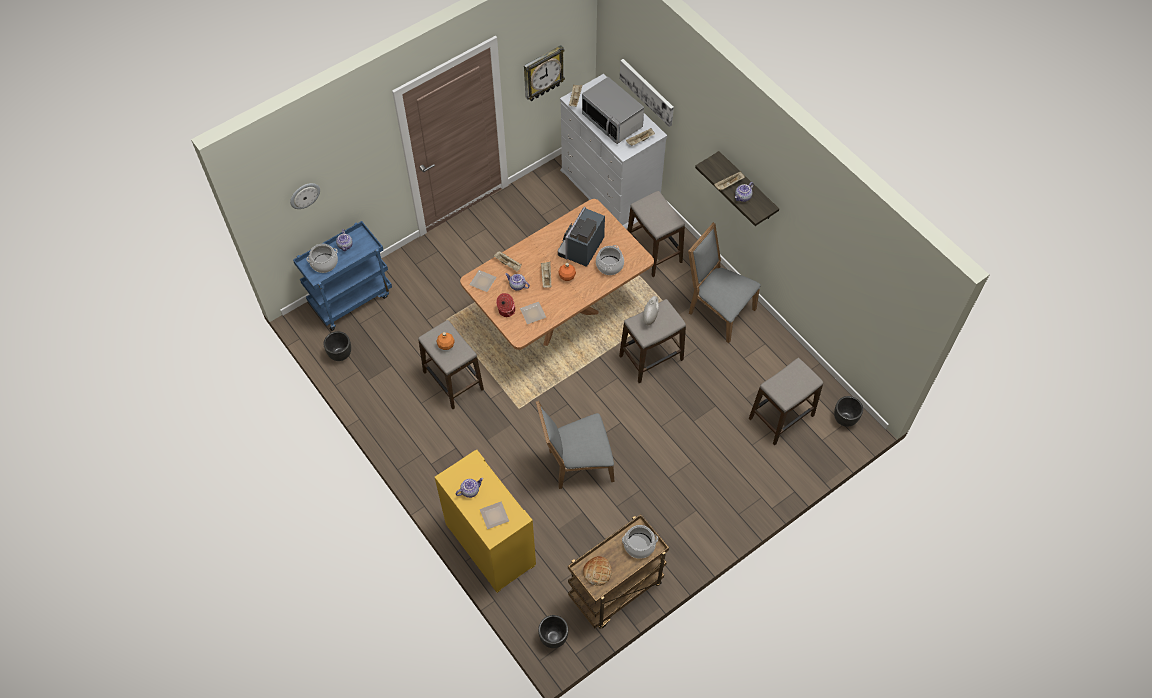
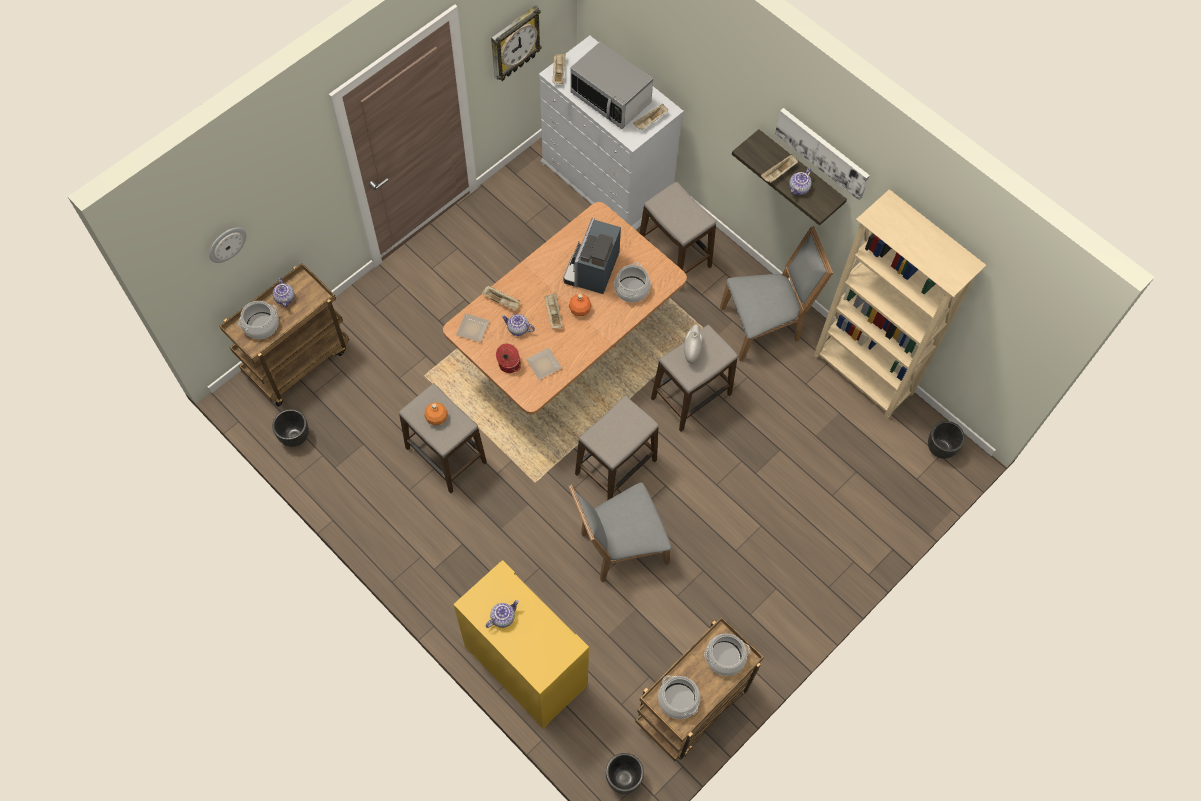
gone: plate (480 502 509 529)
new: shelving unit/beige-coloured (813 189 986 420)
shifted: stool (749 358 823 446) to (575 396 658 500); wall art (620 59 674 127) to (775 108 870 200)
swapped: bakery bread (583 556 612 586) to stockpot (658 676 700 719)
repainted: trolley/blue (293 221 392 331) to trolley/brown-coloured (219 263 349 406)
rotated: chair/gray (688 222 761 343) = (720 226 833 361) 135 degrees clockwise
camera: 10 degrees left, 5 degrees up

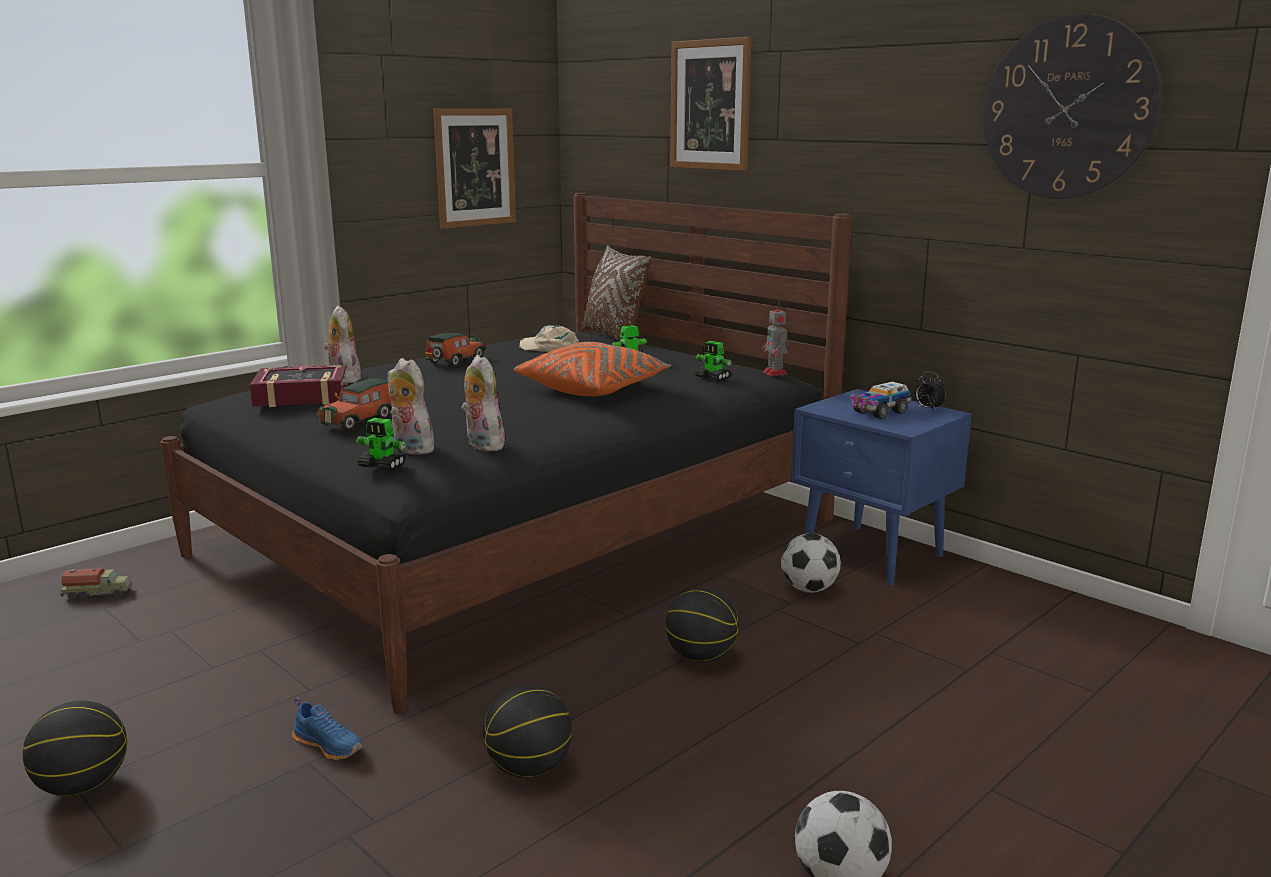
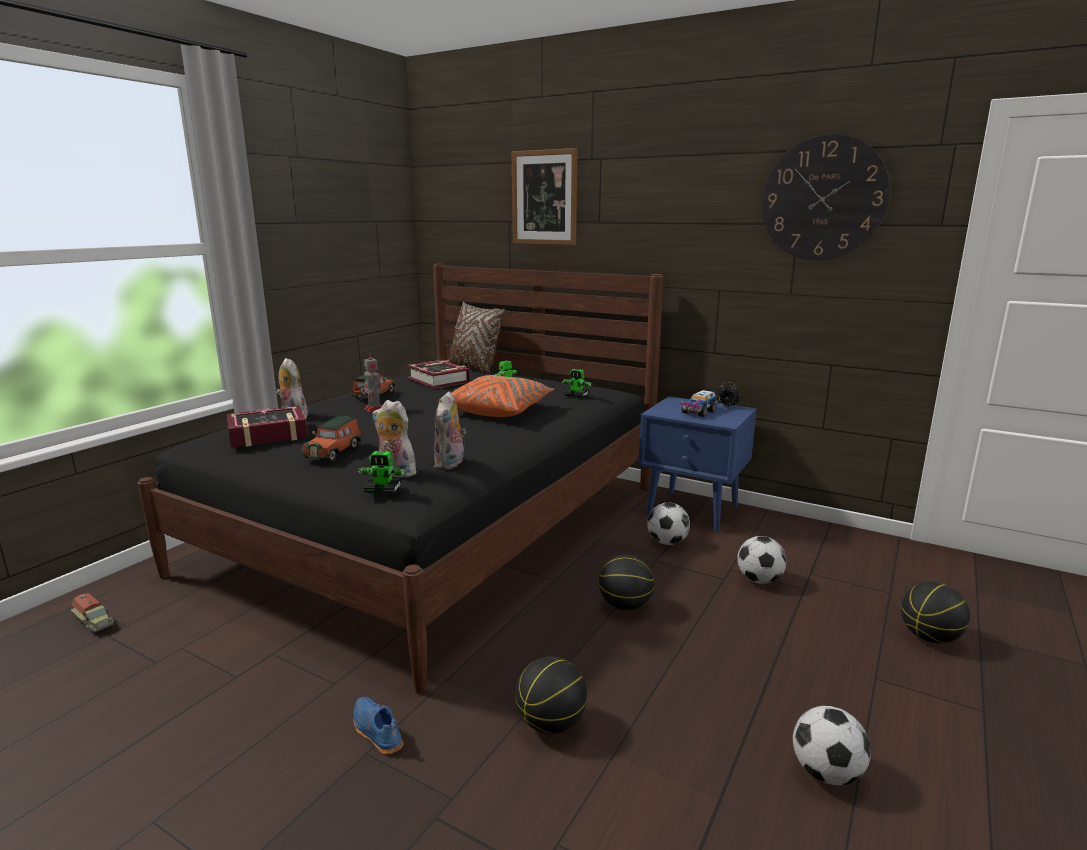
gone: wall art (433 109 516 229)
new: football ball (737 536 787 584)
shifted: robot figure (762 302 788 376) to (362 353 382 412); ball for basketball (23 701 127 796) to (901 582 970 643)
swapped: baseball cap/beige-coloured (519 325 579 352) to bound book (407 360 470 389)
rotated: model truck (60 568 132 599) = (71 593 114 634) 60 degrees clockwise; shoe/blue (292 698 363 760) = (353 697 404 754) 150 degrees counterclockwise; soft toy (461 355 505 451) = (434 391 466 470) 120 degrees counterclockwise
camera: 15 degrees left, 0 degrees up

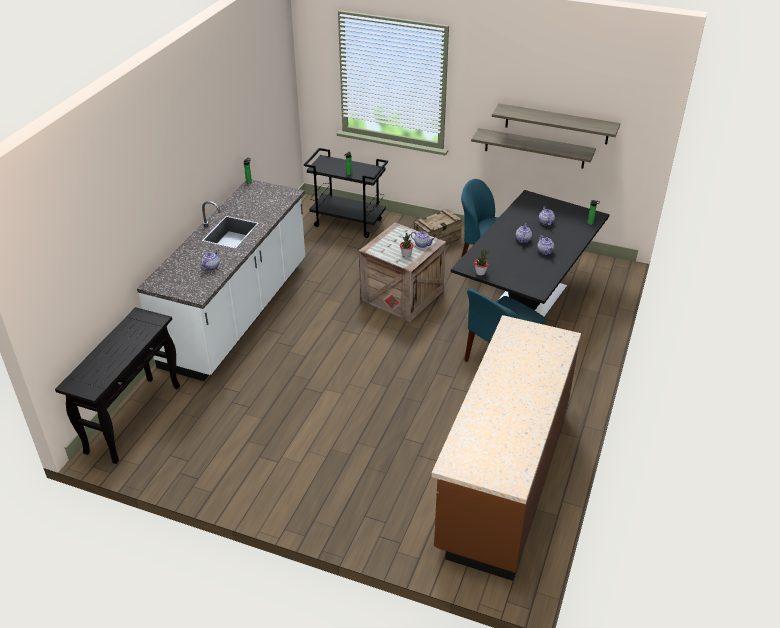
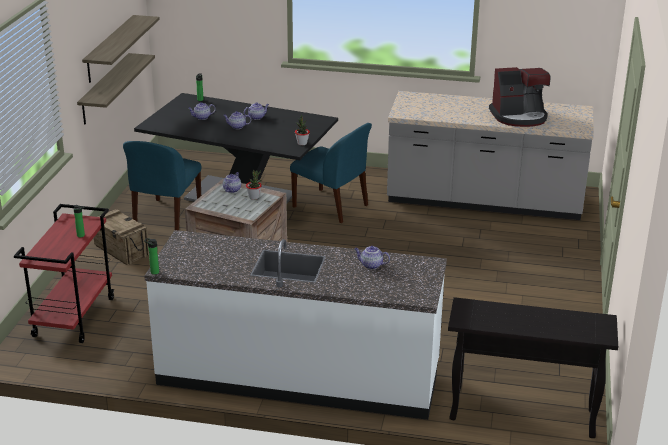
new: coffee machine (489 67 551 127)
repainted: trolley/blackish (304 148 388 238) to trolley/reddish (14 204 114 343); counter/brown-coloured (431 315 581 581) to counter/gray (387 91 594 220)
camera: 100 degrees left, 10 degrees down

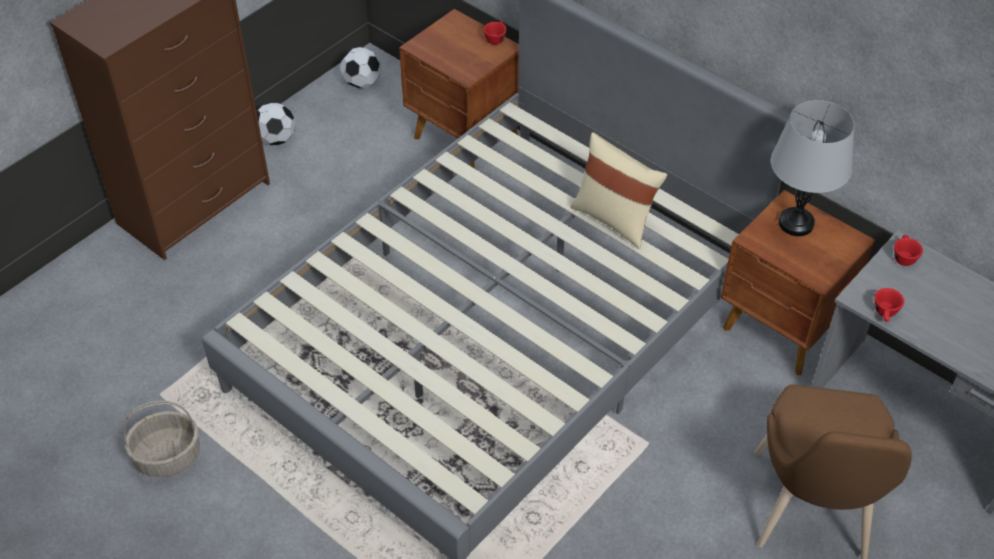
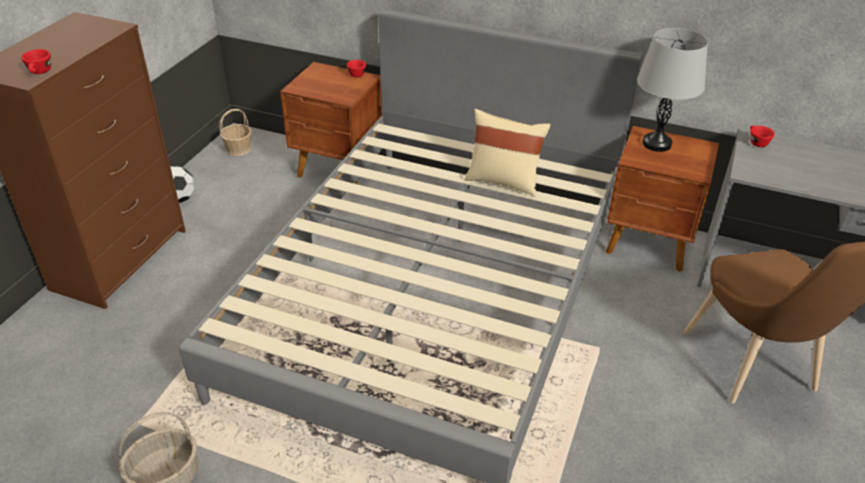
shifted: small cup/reddish (874 288 904 322) to (21 49 51 74)
swapped: football ball (340 47 382 89) to basket (219 109 251 156)
camera: 20 degrees left, 10 degrees down

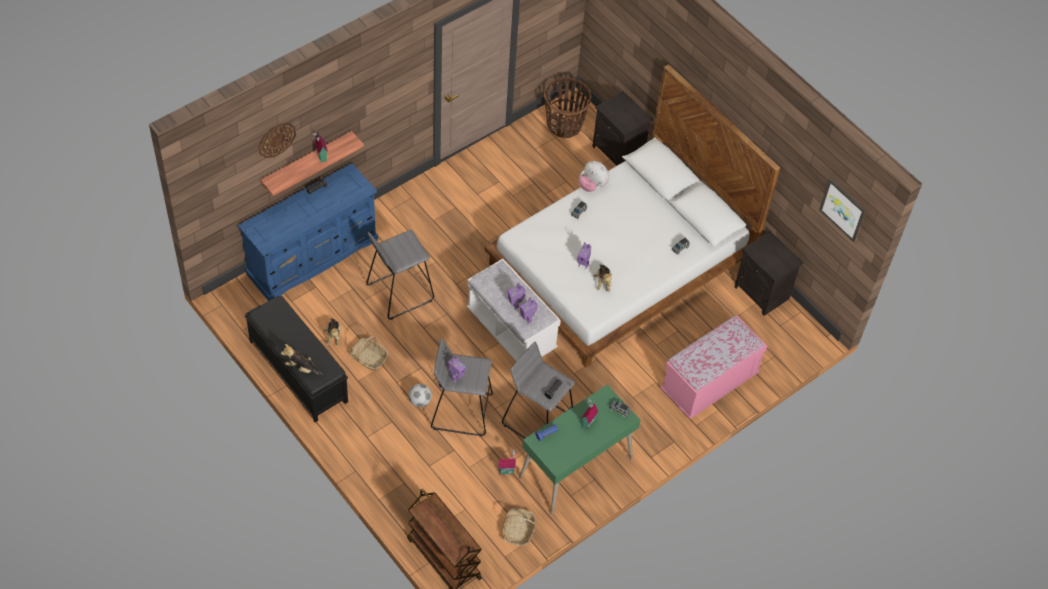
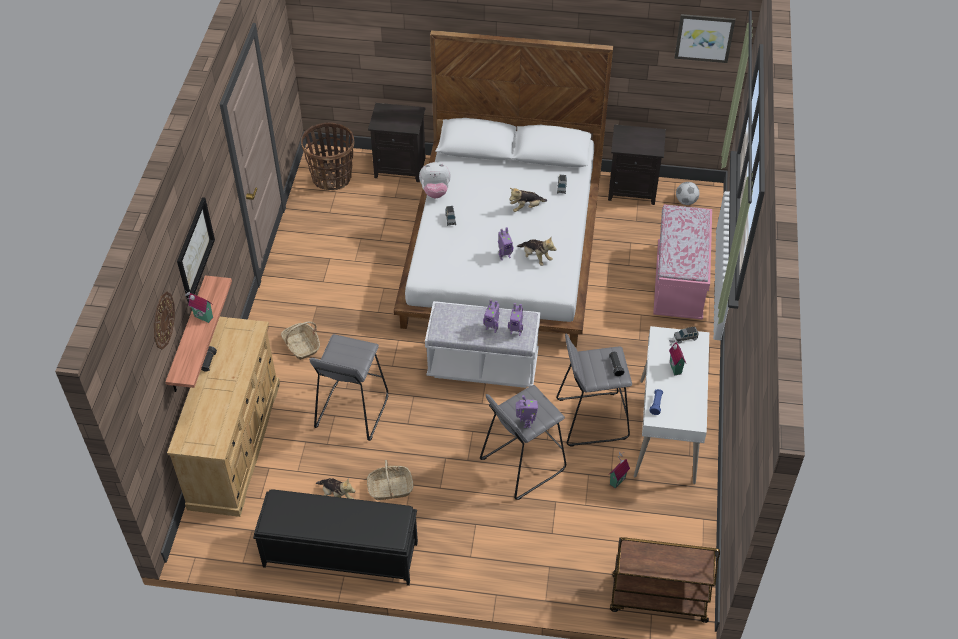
new: wall art (177 197 215 303)
shifted: basket (503 508 536 546) to (281 321 320 360); soft toy (281 344 323 375) to (509 188 547 212); football ball (408 384 432 407) to (676 182 700 205)
repainted: chest of drawers/blue (238 163 378 301) to chest of drawers/beige-coloured (167 317 280 517); desk/green (519 384 640 515) to desk/white-coloured (634 326 709 484)
camera: 40 degrees left, 5 degrees down

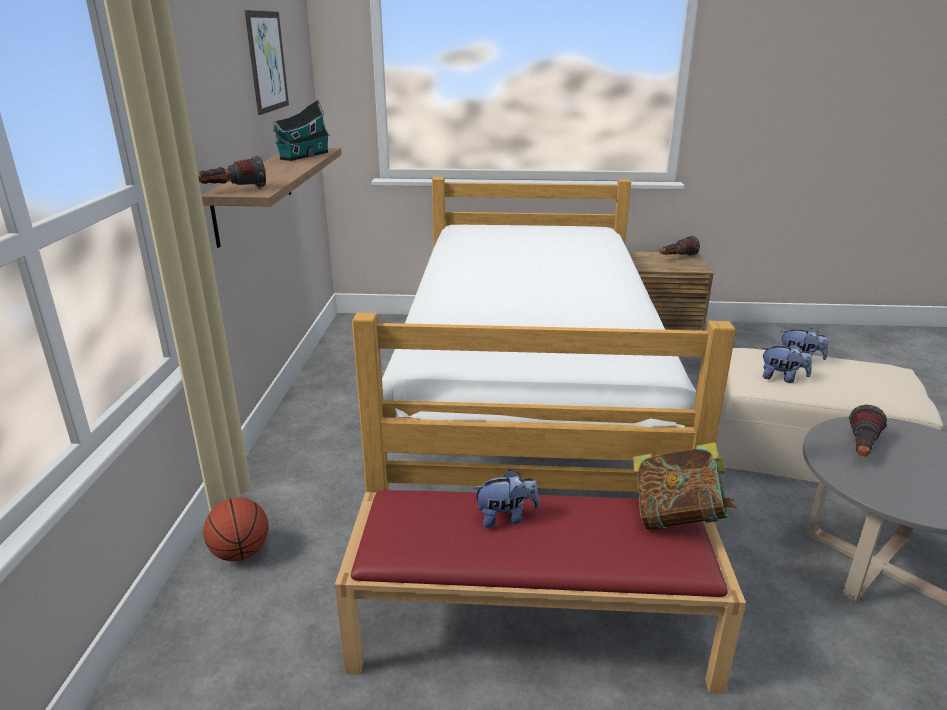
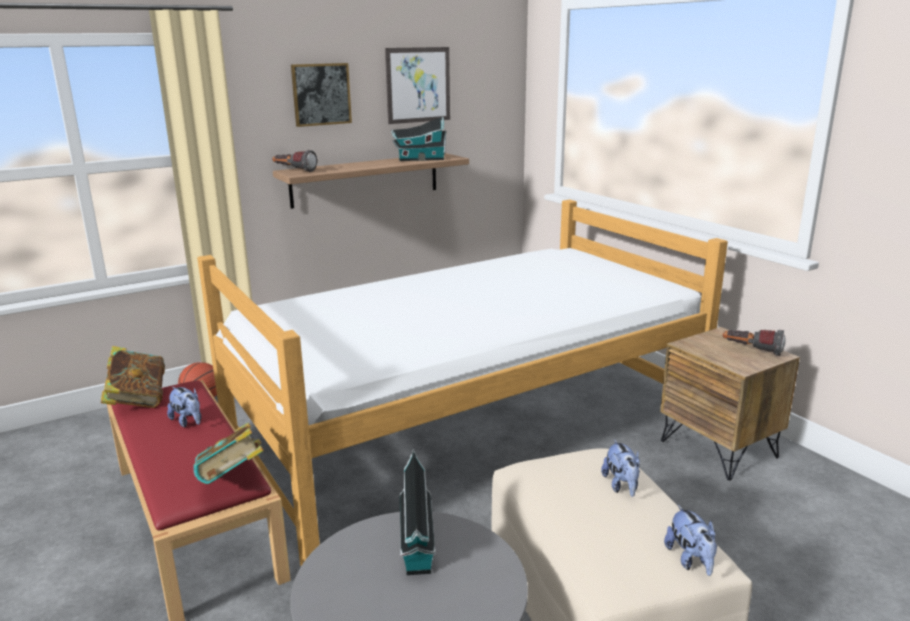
new: bound book (100 346 165 408); wall art (291 63 352 127)
shifted: soft toy (763 344 812 383) to (664 505 717 576)
swapped: flashlight (849 405 887 456) to model house (399 449 436 575)
camera: 55 degrees right, 5 degrees down

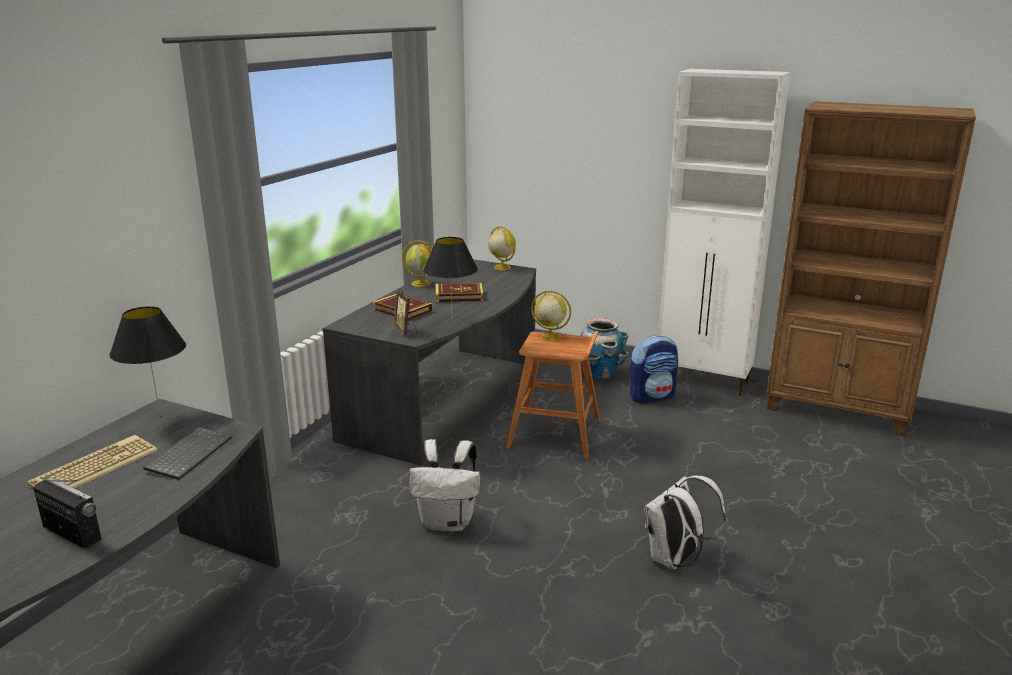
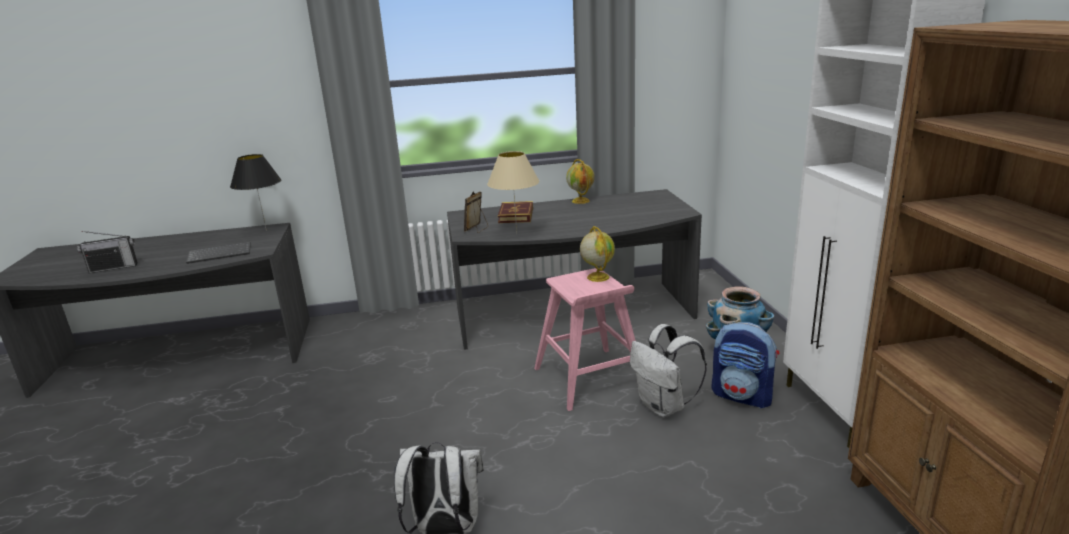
gone: PC keyboard (27 435 157 488); bound book (435 283 483 302); world globe (488 226 516 270)
shifted: backpack/white-coloured (409 439 480 531) to (630 324 707 417)
repainted: tabletop lamp/blackish (423 237 478 315) to tabletop lamp/beige-coloured (487 151 540 234); stool/brown-coloured (506 331 600 458) to stool/pinkish (534 268 636 411)
rotated: radio (33 477 102 548) = (77 231 138 273) 75 degrees clockwise
camera: 55 degrees right, 0 degrees up

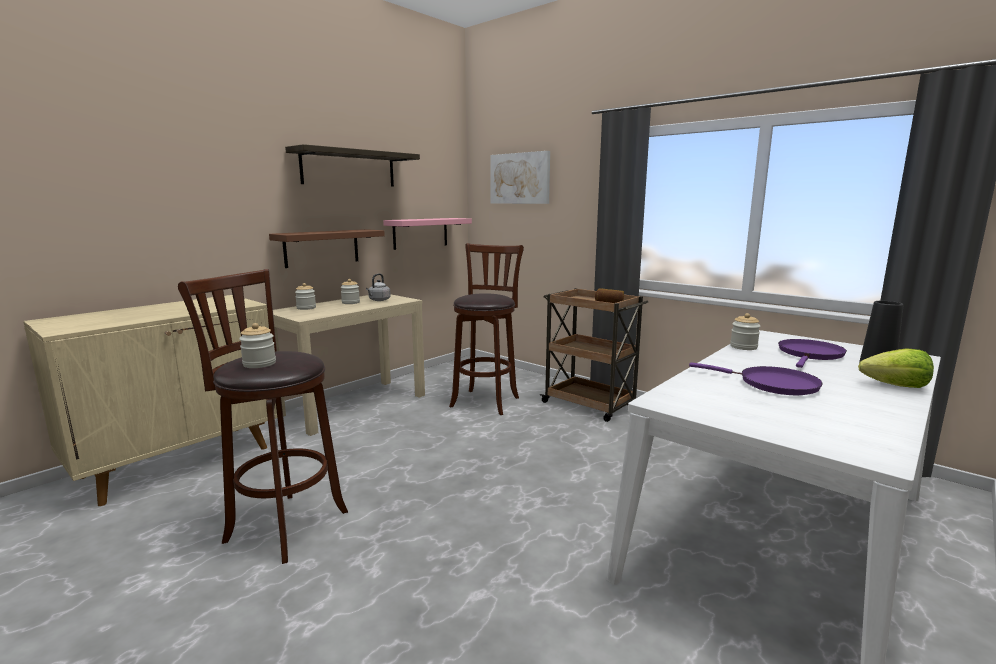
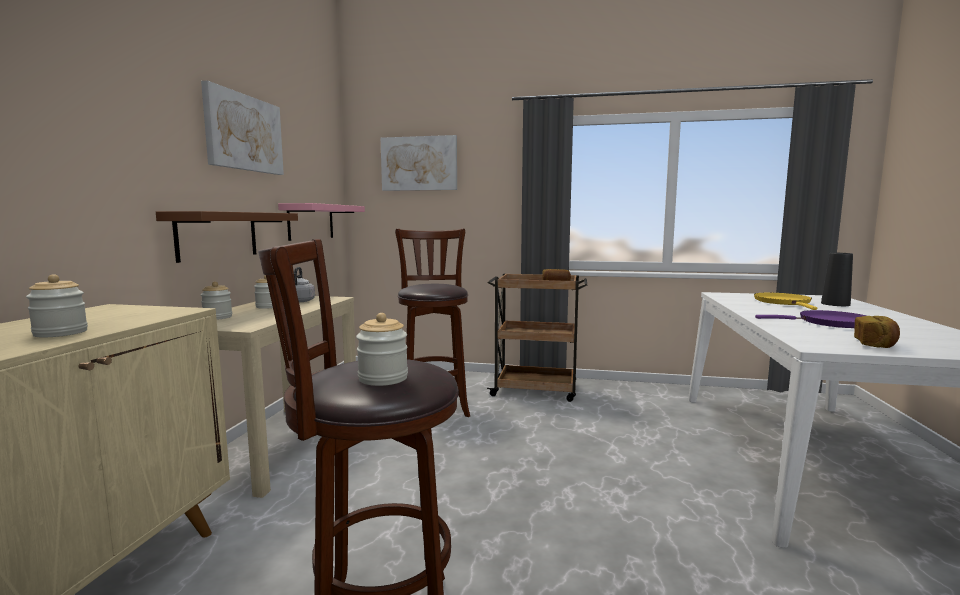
gone: lettuce (858 349 934 388)
new: bakery bread (854 316 900 348)
shifted: storage jar (730 313 761 350) to (26 274 88 337)
swapped: wall shelf (285 144 420 187) to wall art (201 80 284 175)
repainted: frying pan/purplish (778 339 847 368) to frying pan/yellow (754 293 817 310)
camera: 30 degrees left, 5 degrees down

